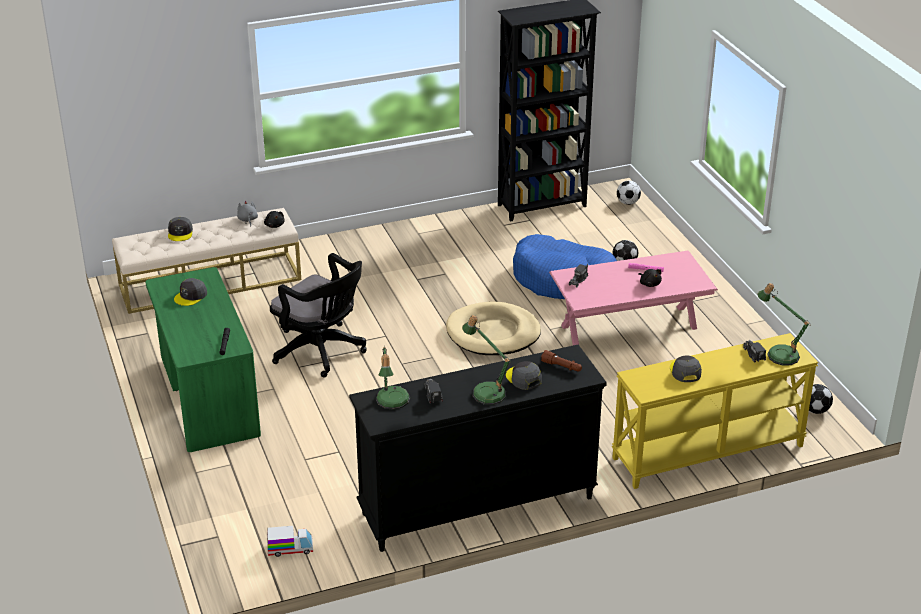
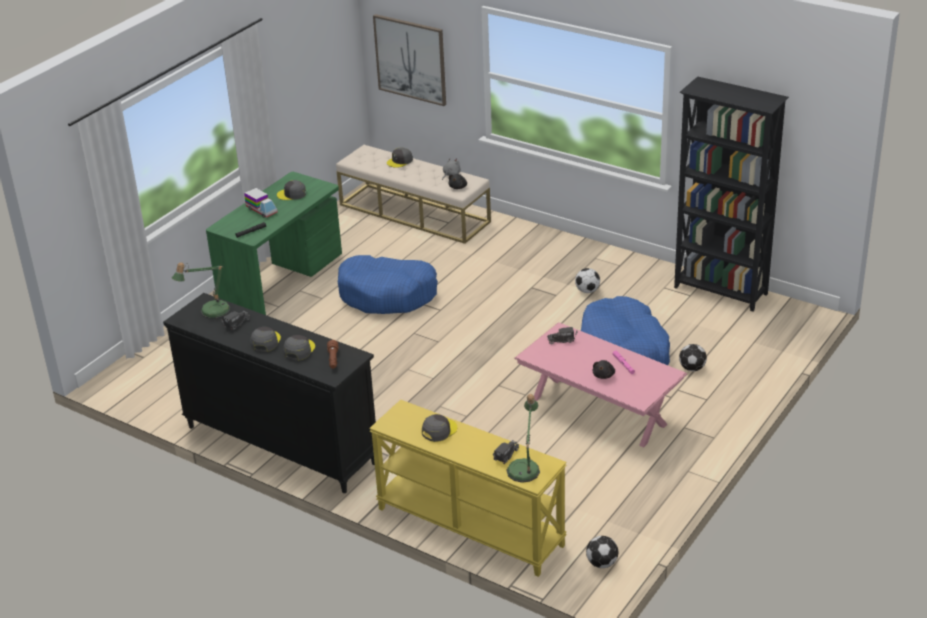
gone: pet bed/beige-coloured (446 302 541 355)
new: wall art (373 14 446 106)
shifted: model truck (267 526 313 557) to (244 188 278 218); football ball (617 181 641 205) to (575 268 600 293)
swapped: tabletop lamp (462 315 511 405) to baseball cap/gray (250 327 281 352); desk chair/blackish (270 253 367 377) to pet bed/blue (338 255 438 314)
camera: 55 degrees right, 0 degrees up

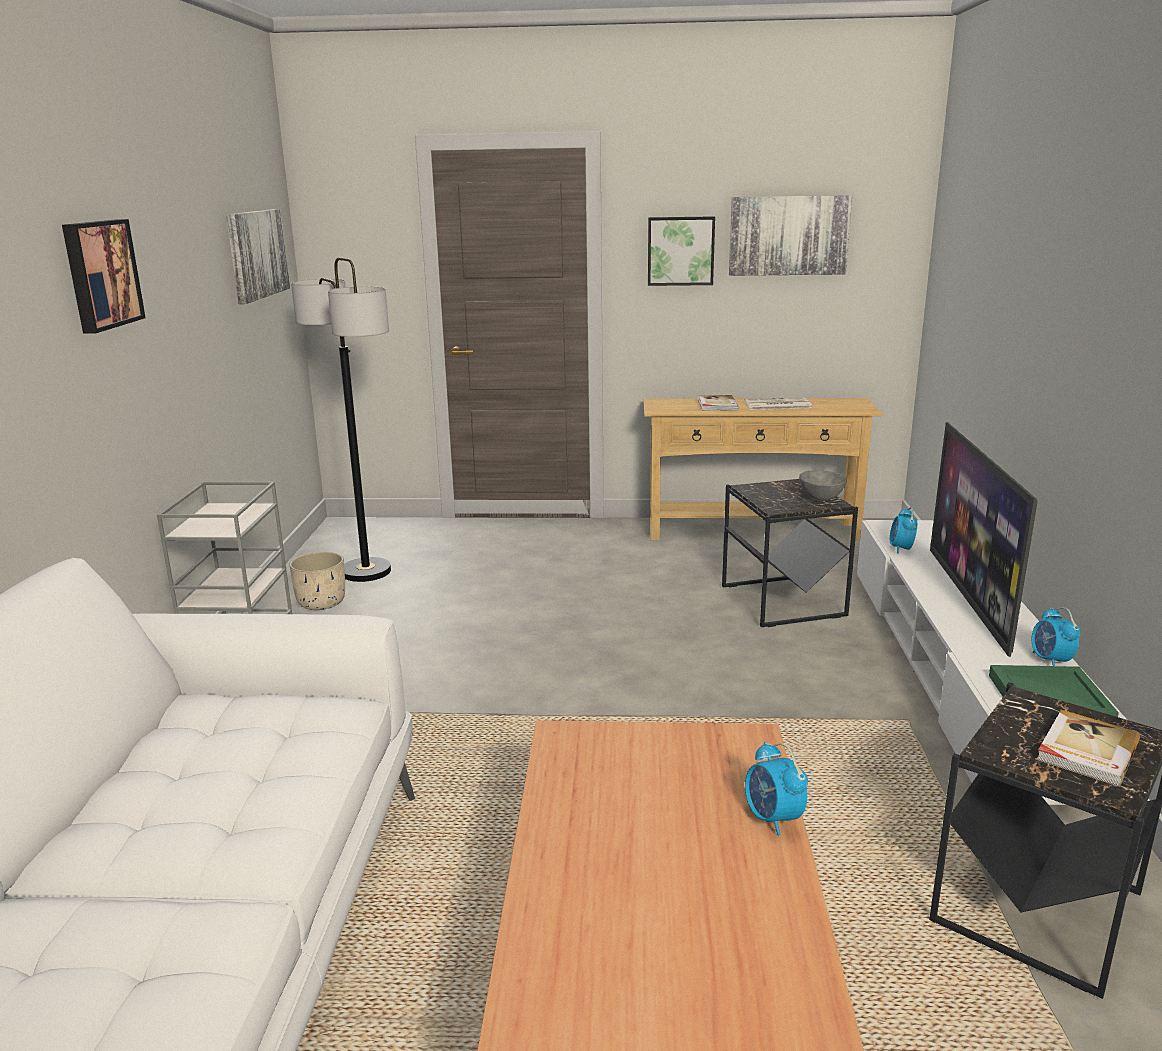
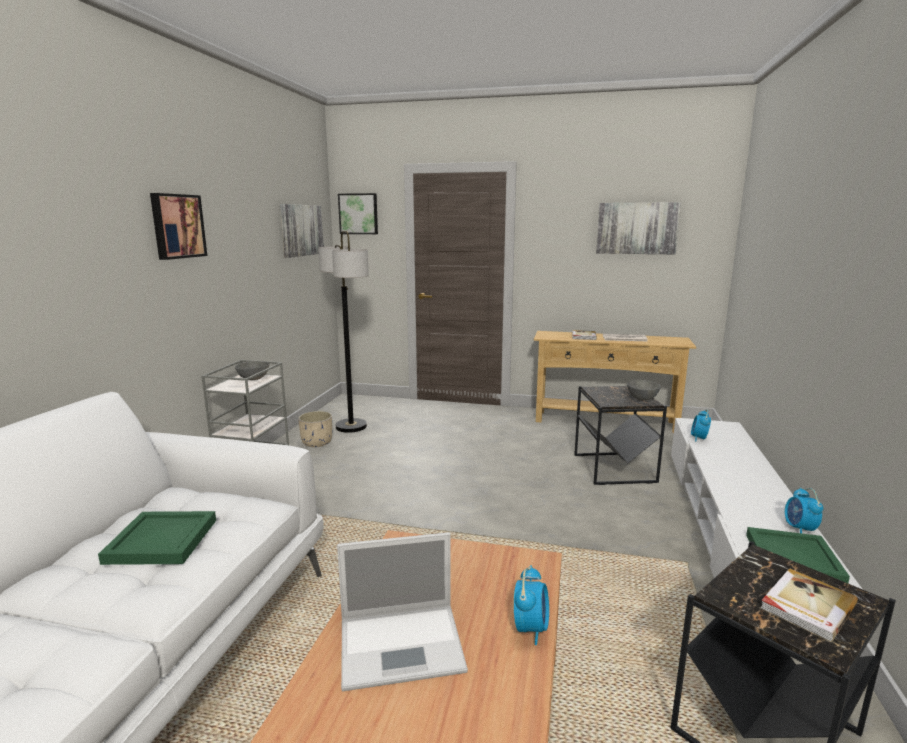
gone: TV (930 422 1038 657)
new: tray/green (98 511 216 565); deep dish/gray (235 361 269 380); portable computer (337 532 468 691)
shifted: wall art (648 216 715 286) to (338 193 378 234)
rotated: alarm clock (745 742 808 836) = (514 565 549 645) 150 degrees counterclockwise
camera: 10 degrees right, 5 degrees down

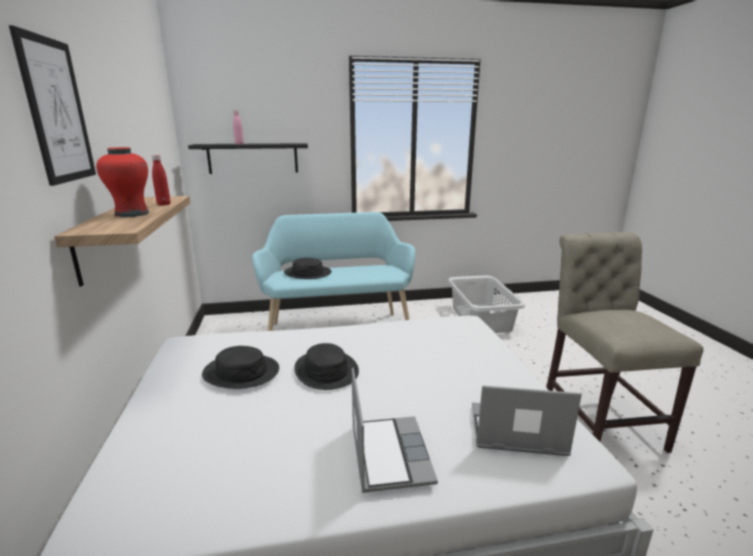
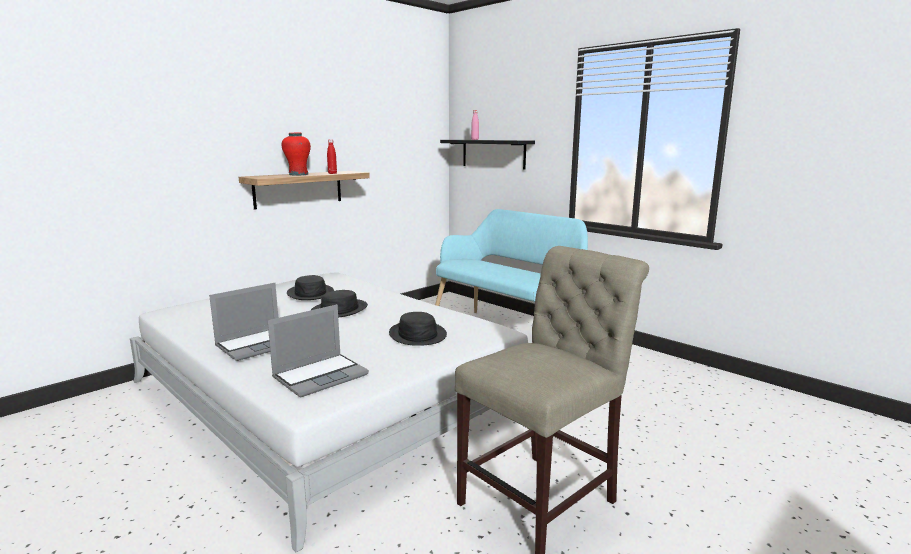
gone: wall art (9 25 96 186); laundry basket/gray (448 275 525 333)
shifted: wearable hat/blackish (284 258 331 279) to (389 312 447 346)
rotated: portable computer (472 385 582 456) = (267 304 369 397) 75 degrees clockwise
camera: 55 degrees right, 5 degrees down

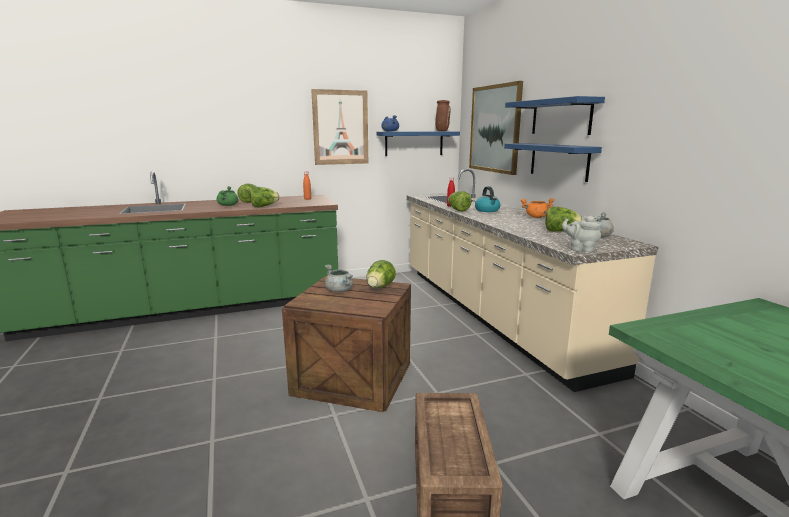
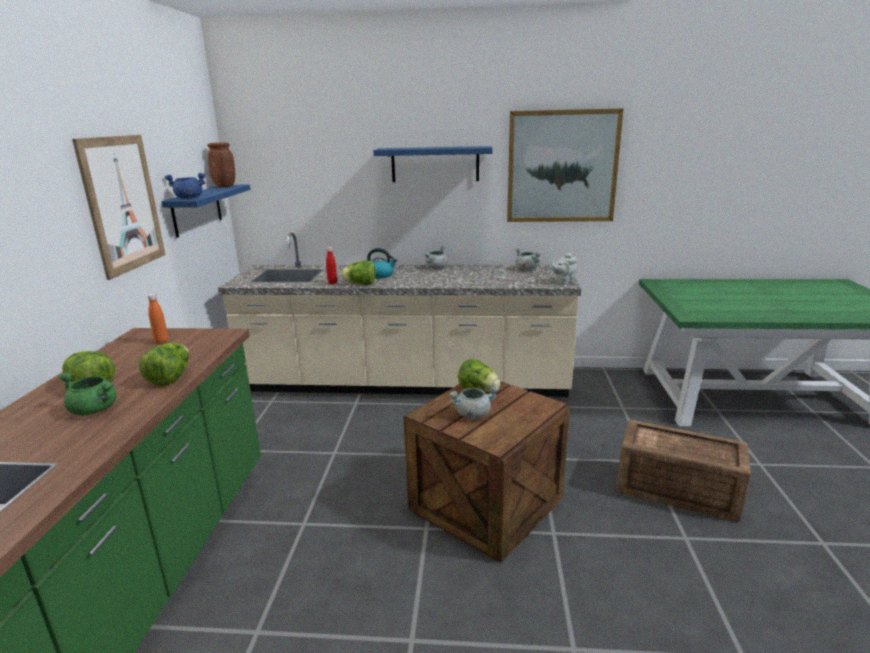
gone: wall shelf/blue (504 143 602 182); lettuce (545 207 583 232)
shifted: wall art (469 81 523 175) to (507 108 624 222)
repainted: stockpot/orange-coloured (521 198 555 218) to stockpot/gray (425 246 448 269)
camera: 65 degrees left, 5 degrees up

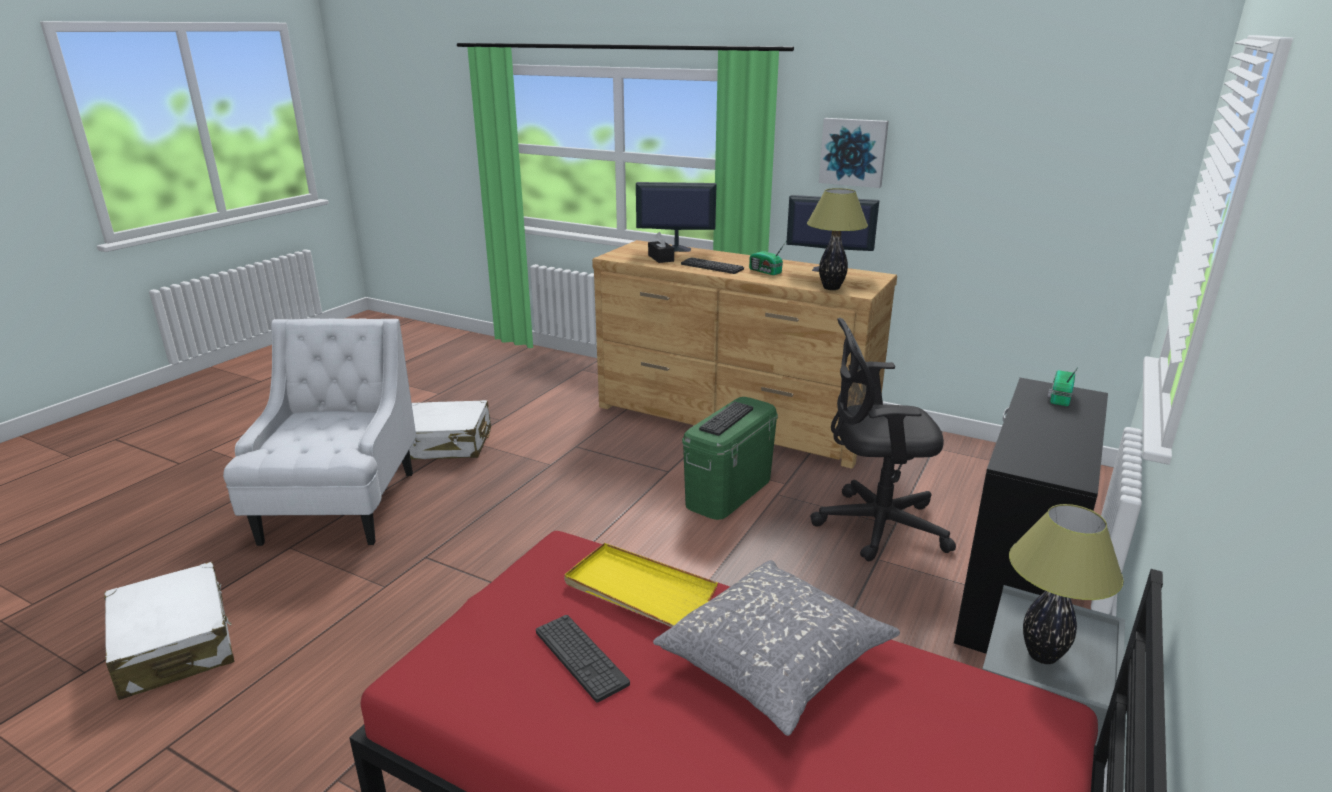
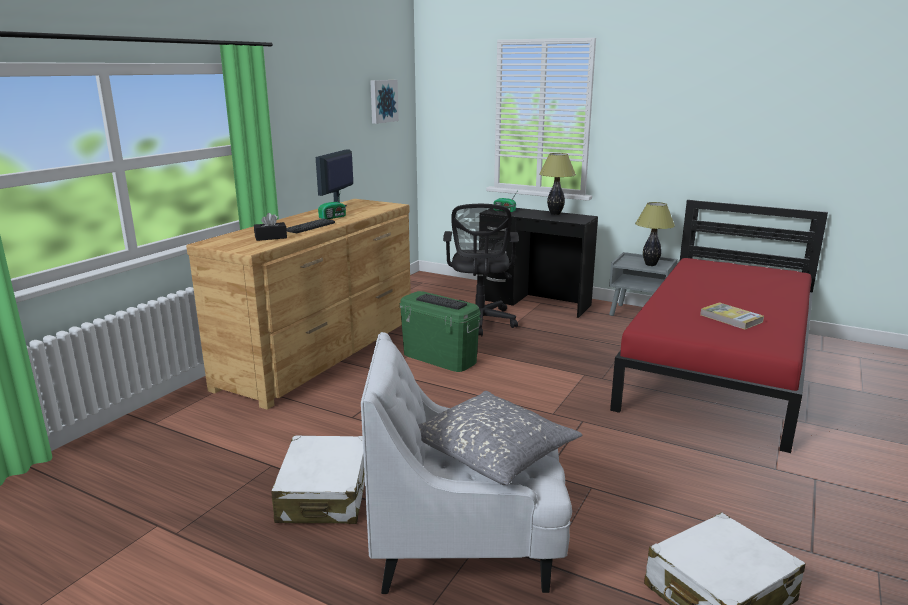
gone: tray/yellow (564 543 718 627); computer screen (636 182 717 252)
shifted: wall art (819 118 889 188) to (370 80 399 124); cushion/gray (653 560 900 736) to (418 391 582 485); tabletop lamp (807 188 868 290) to (539 153 576 215)
swapped: PC keyboard (536 615 630 703) to bound book (700 302 764 330)
camera: 90 degrees left, 5 degrees down

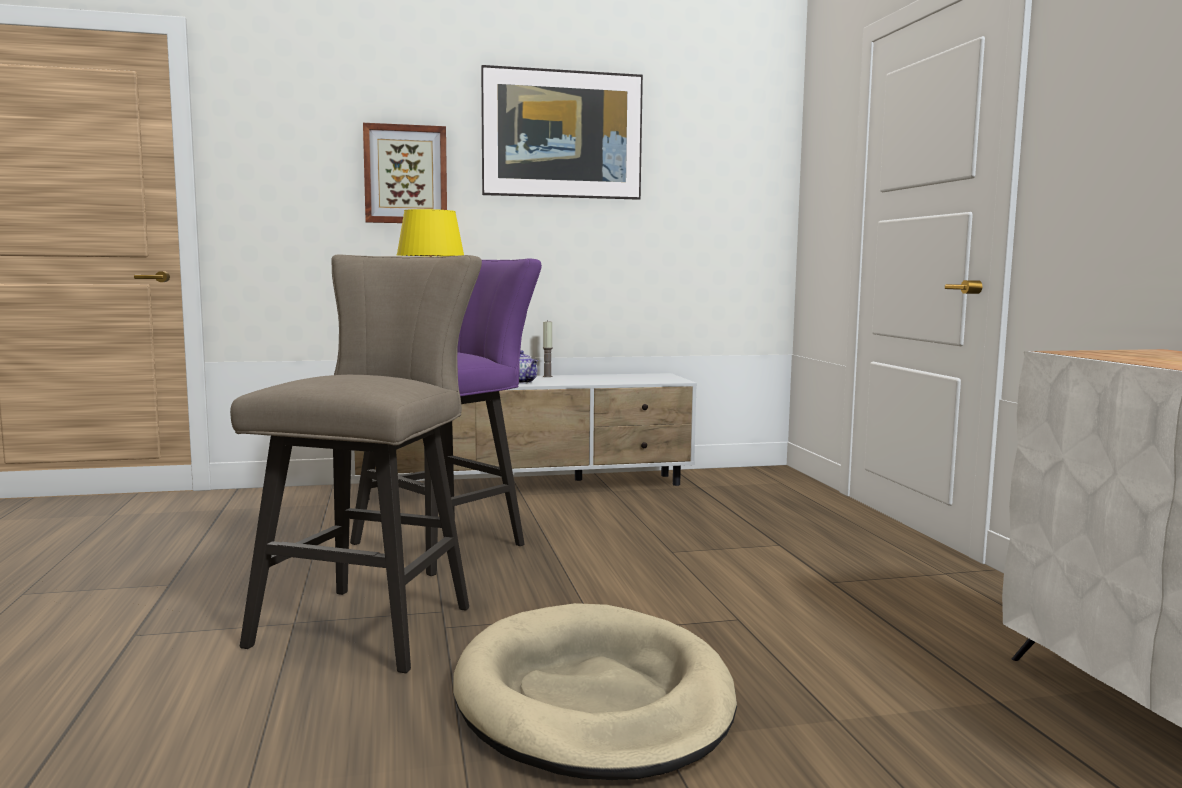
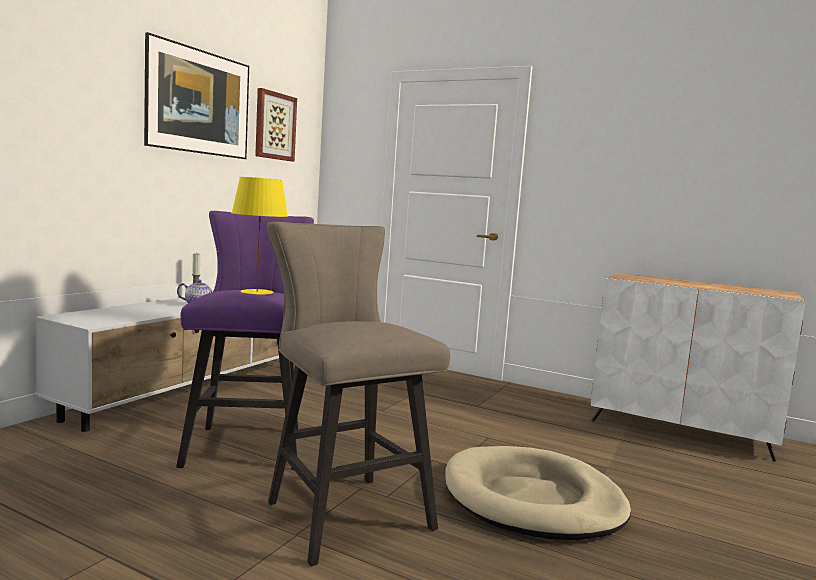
shifted: wall art (363 123 447 223) to (255 88 297 161)
camera: 50 degrees left, 0 degrees up

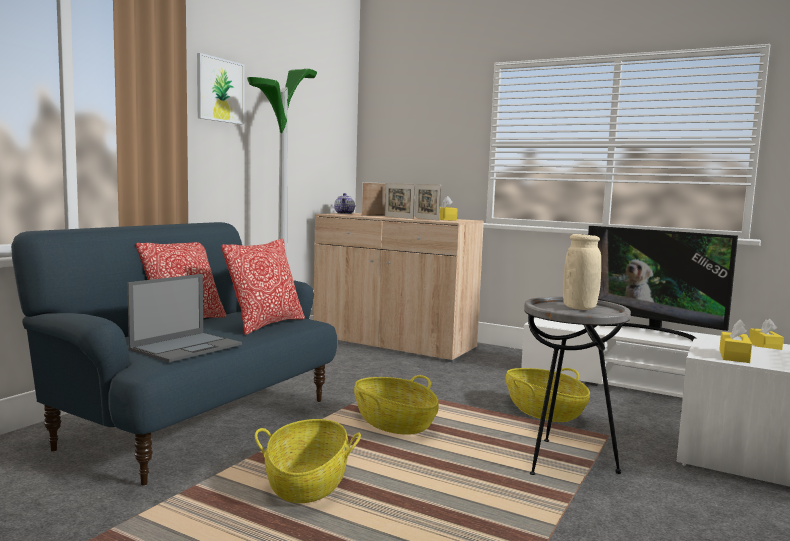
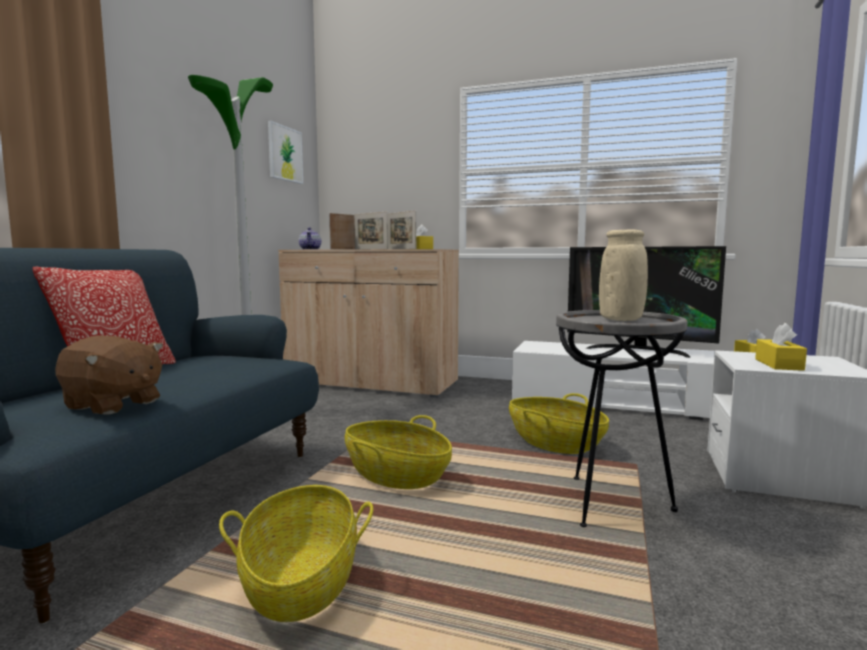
gone: cushion (222 239 305 335)
shifted: wall art (197 53 245 125) to (268 121 303 184)
swapped: portable computer (127 274 242 362) to soft toy/brown-coloured (55 335 163 415)
camera: 10 degrees left, 0 degrees up

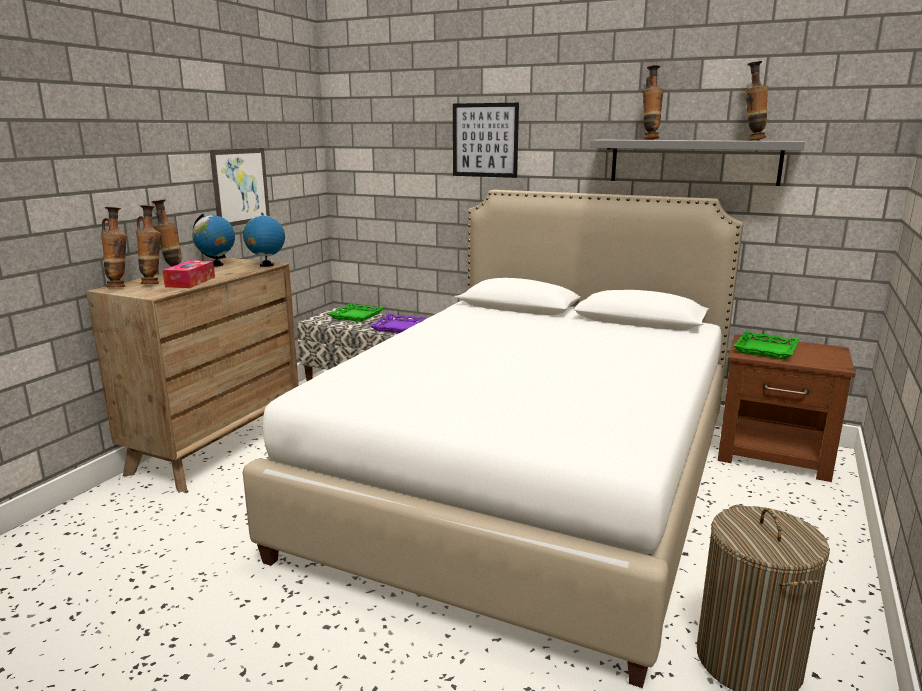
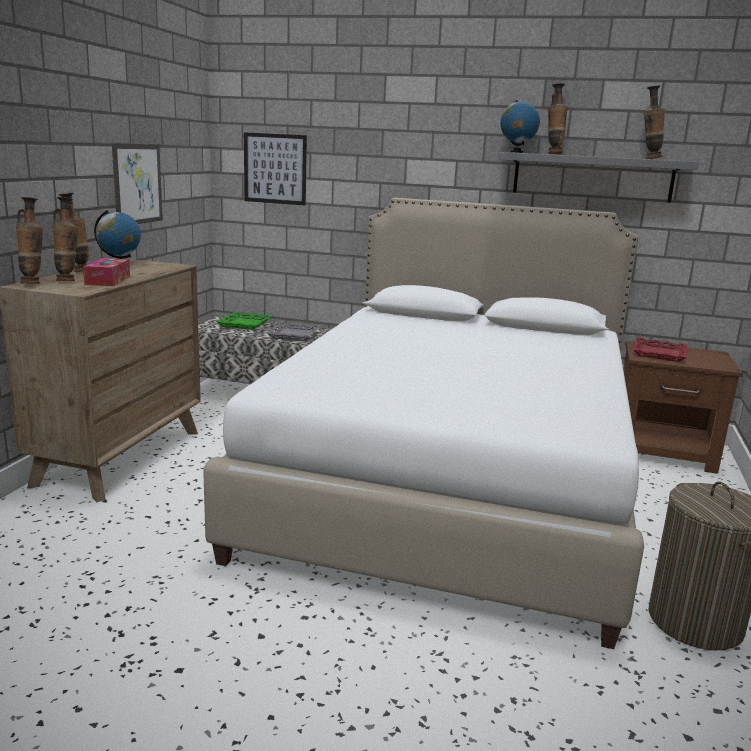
shifted: wall art (453 103 519 178) to (244 132 307 205); world globe (243 213 285 267) to (500 100 540 153)
repainted: tray/purplish (370 314 426 333) to tray/gray (267 322 321 341); tray/green (733 331 800 359) to tray/reddish (633 337 687 362)
camera: 10 degrees left, 0 degrees up

